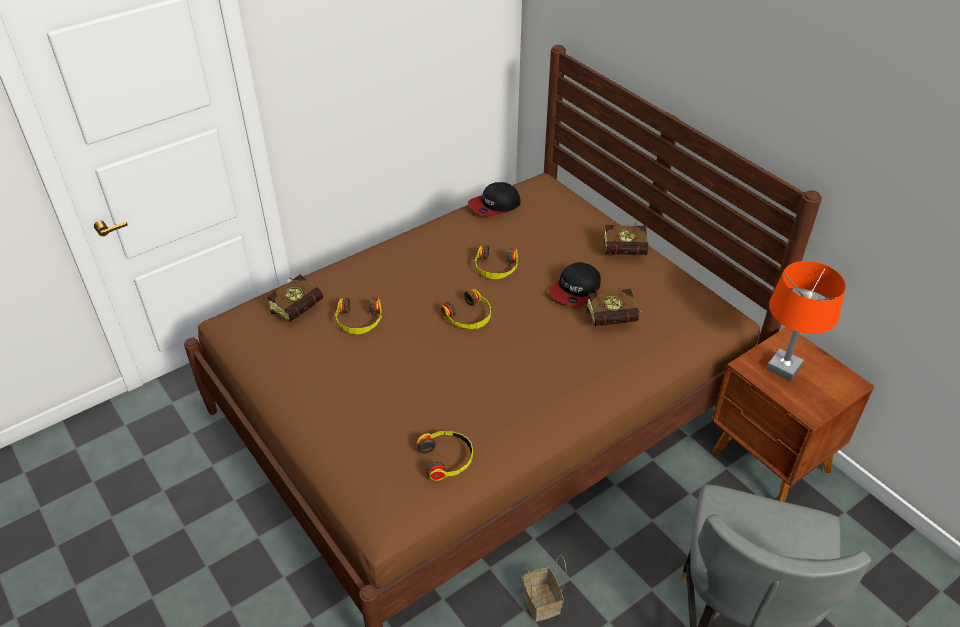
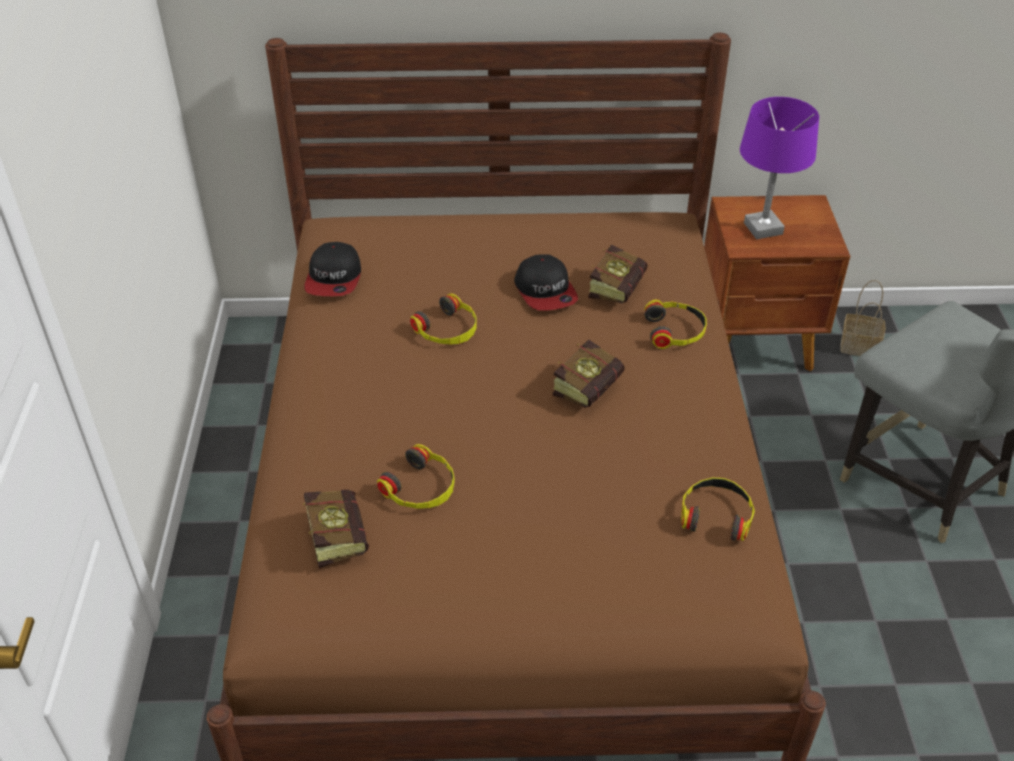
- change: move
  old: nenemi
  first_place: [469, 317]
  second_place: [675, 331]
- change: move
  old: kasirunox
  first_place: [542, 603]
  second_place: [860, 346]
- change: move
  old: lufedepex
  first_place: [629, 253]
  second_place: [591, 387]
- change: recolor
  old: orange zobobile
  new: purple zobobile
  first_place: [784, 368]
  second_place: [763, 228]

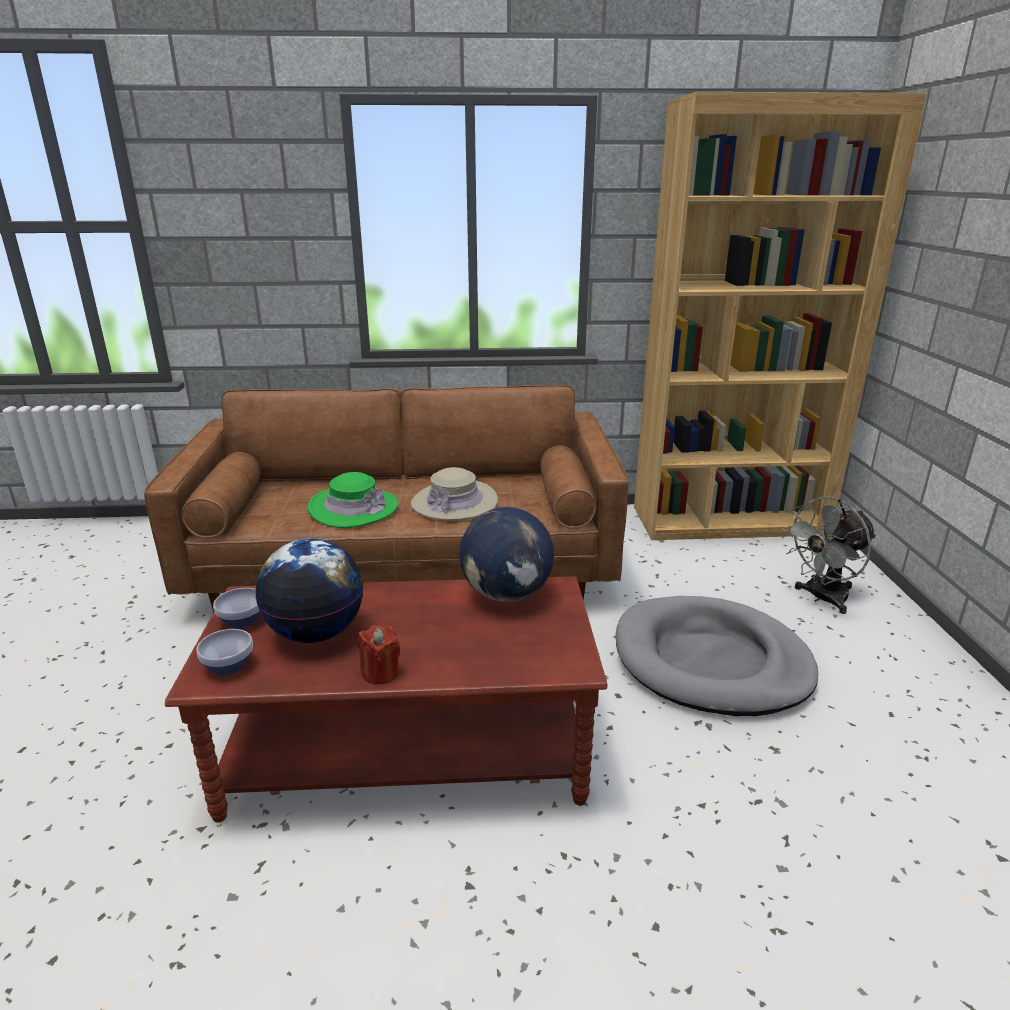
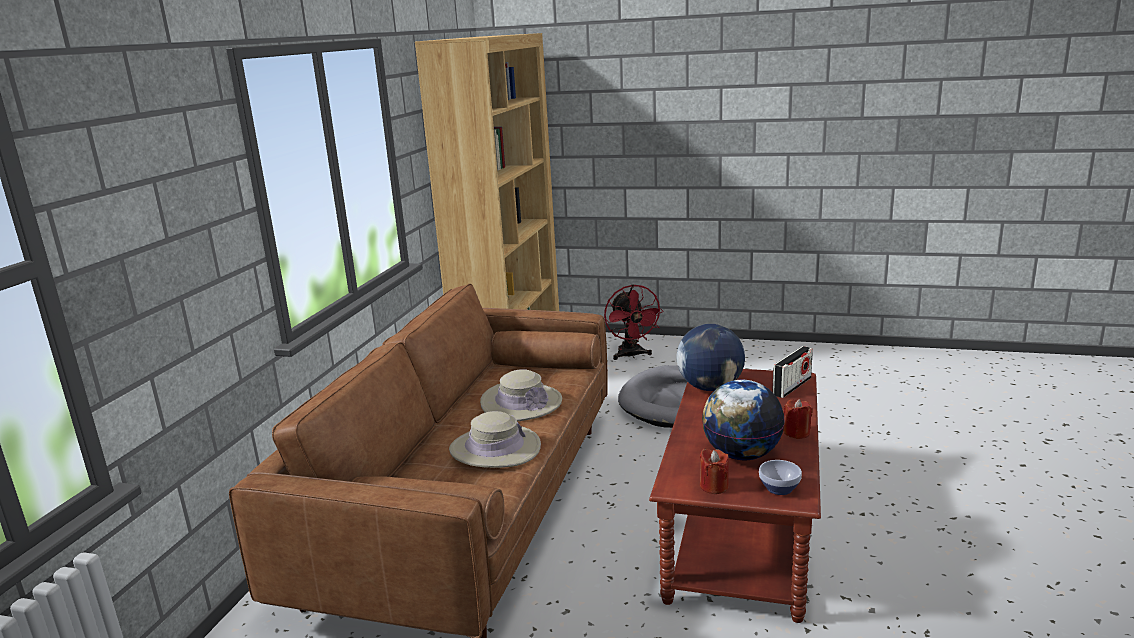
- change: replace
  old: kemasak
  new: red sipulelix
  first_place: [241, 620]
  second_place: [714, 486]
- change: recolor
  old: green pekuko
  new: beige pekuko
  first_place: [353, 508]
  second_place: [495, 449]
- change: recolor
  old: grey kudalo
  new: red kudalo
  first_place: [822, 598]
  second_place: [631, 355]
- change: insert
  new: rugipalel
  second_place: [792, 386]

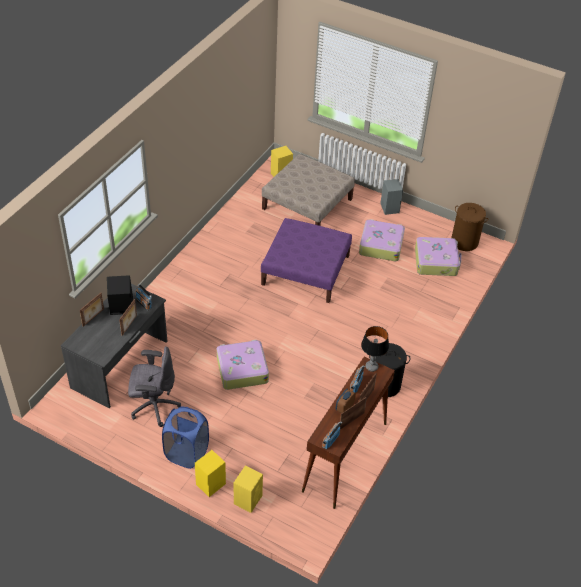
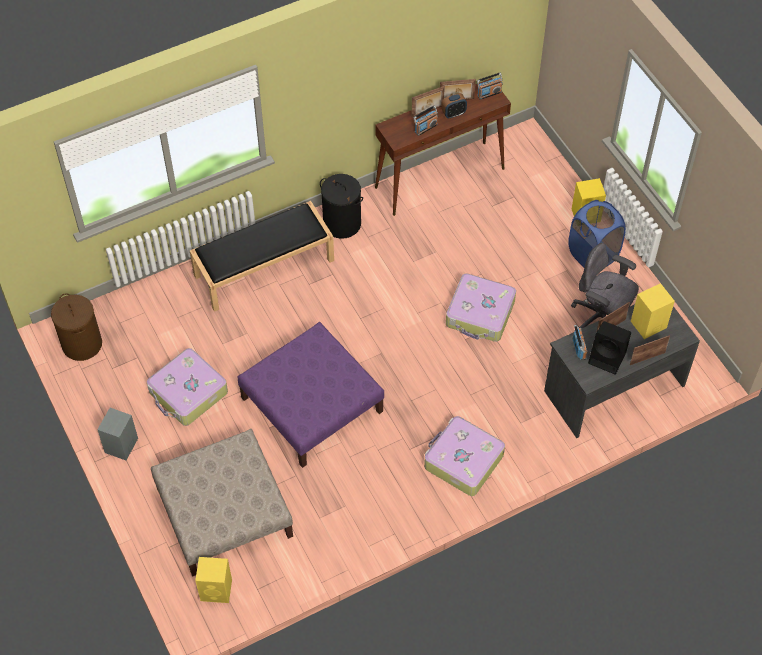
- change: move
  old: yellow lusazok
  first_place: [248, 499]
  second_place: [647, 325]
- change: delete
  old: zobobile
  first_place: [371, 367]
- change: move
  old: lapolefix
  first_place: [436, 261]
  second_place: [462, 461]
- change: insert
  new: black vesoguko
  second_place: [264, 267]

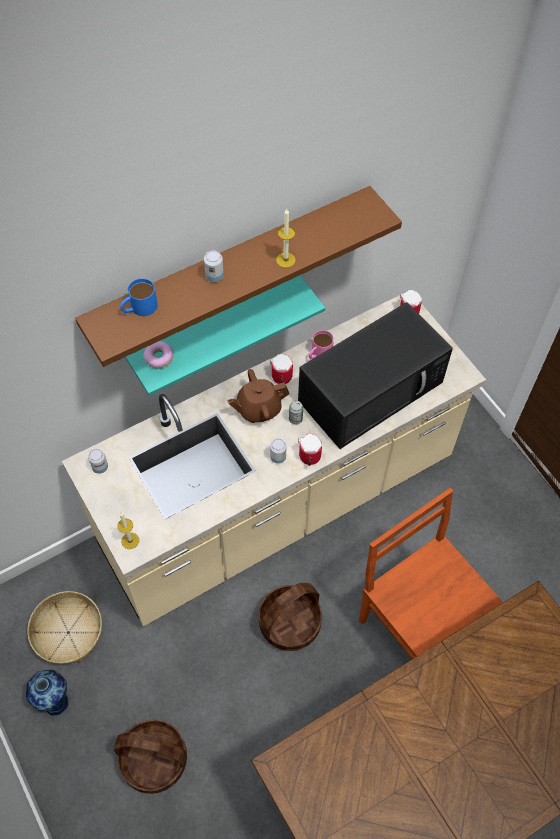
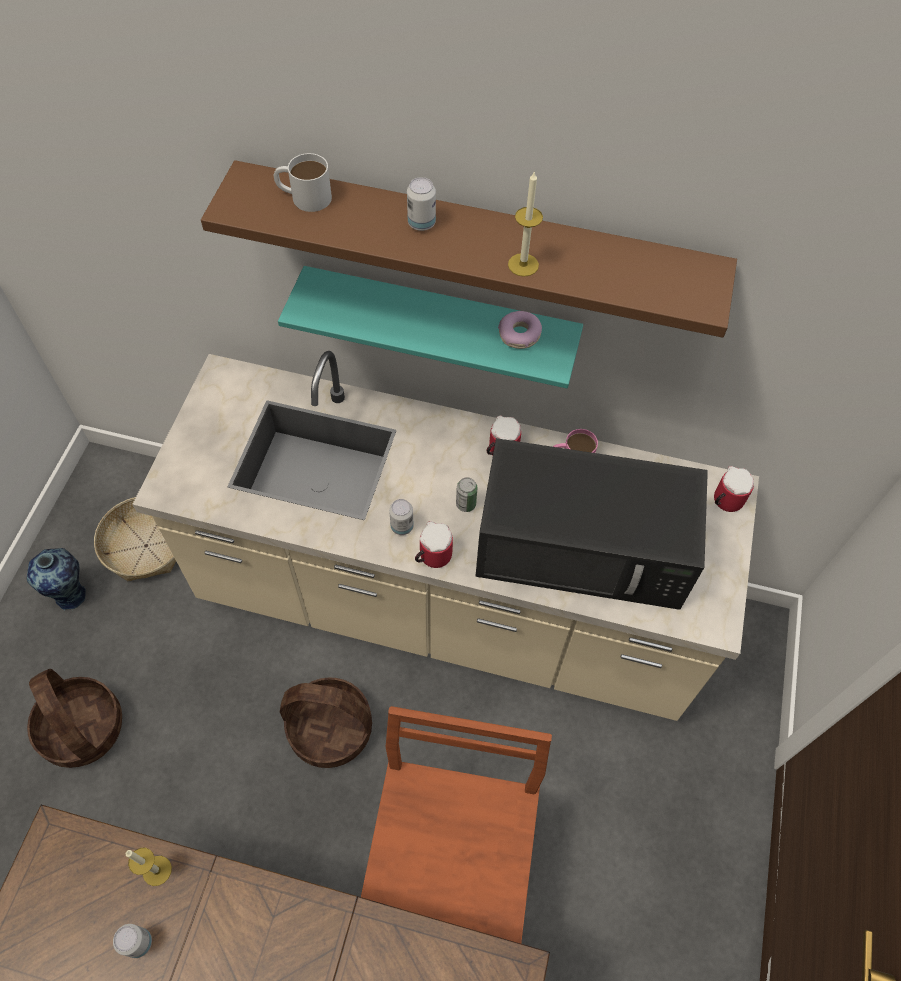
- change: move
  old: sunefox
  first_place: [100, 467]
  second_place: [139, 943]
- change: move
  old: sipulelix
  first_place: [130, 540]
  second_place: [157, 870]
- change: recolor
  old: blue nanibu
  new: white nanibu
  first_place: [139, 308]
  second_place: [304, 196]
- change: move
  old: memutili
  first_place: [159, 358]
  second_place: [519, 335]
- change: delete
  old: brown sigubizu
  first_place: [258, 409]

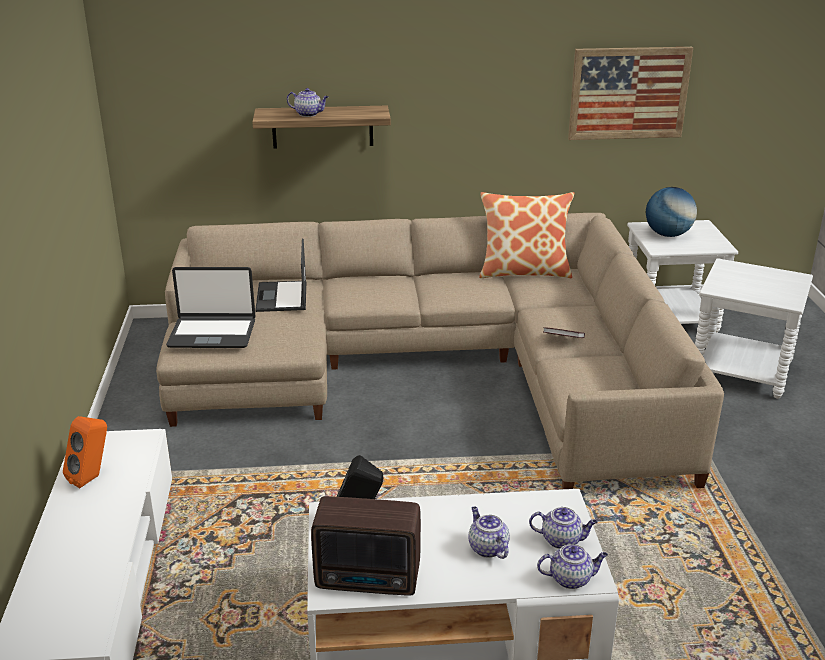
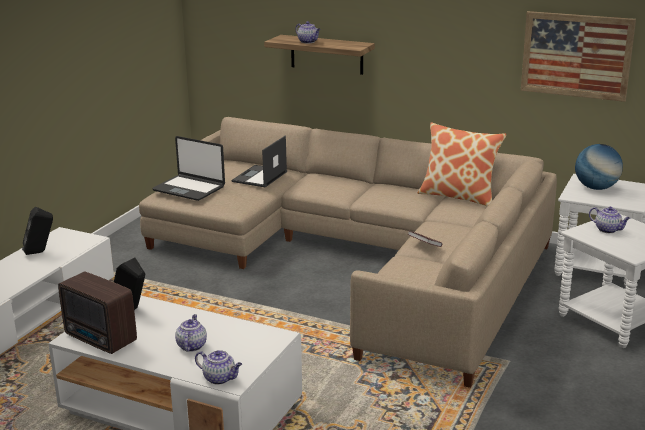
- change: recolor
  old: orange lusazok
  new: black lusazok
  first_place: [92, 478]
  second_place: [40, 252]
- change: move
  old: sigubizu
  first_place: [562, 540]
  second_place: [608, 230]

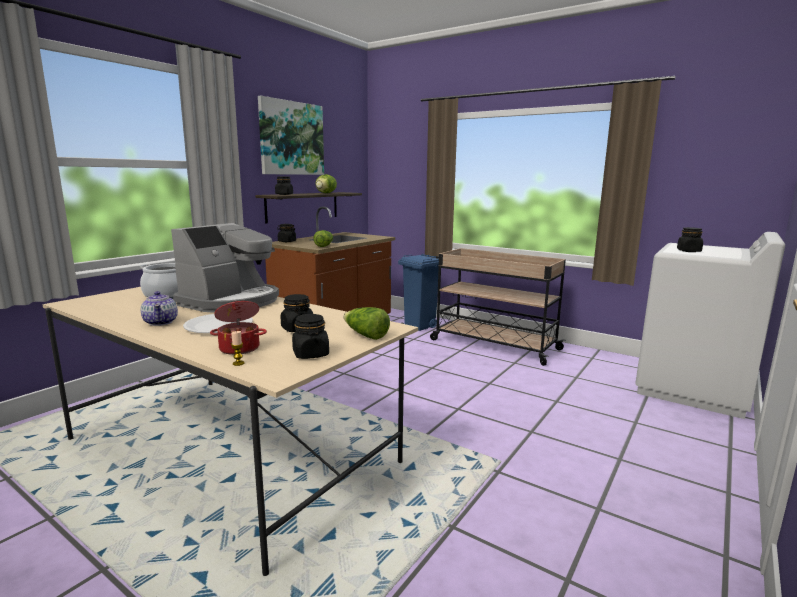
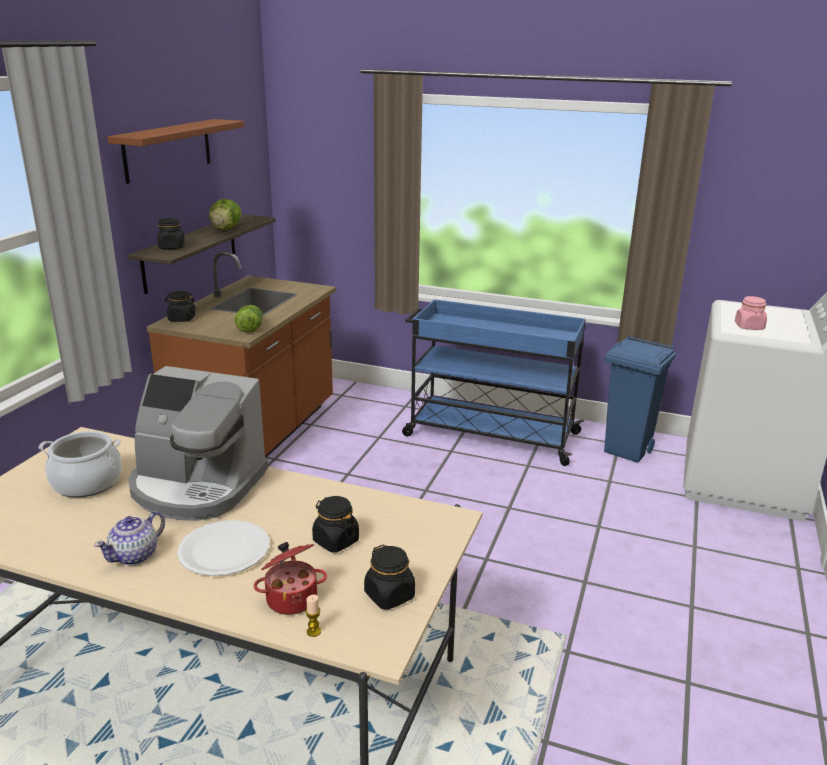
- change: rotate
  old: sigubizu
  first_place: [161, 322]
  second_place: [135, 555]
  degrees: 75
- change: rotate
  old: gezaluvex
  first_place: [231, 301]
  second_place: [197, 486]
  degrees: 90
- change: replace
  old: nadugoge
  new: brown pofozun
  first_place: [291, 138]
  second_place: [168, 149]
- change: delete
  old: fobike
  first_place: [365, 335]
- change: move
  old: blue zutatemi
  first_place: [419, 326]
  second_place: [627, 451]
- change: recolor
  old: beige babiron
  new: blue babiron
  first_place: [493, 344]
  second_place: [489, 434]
- change: recolor
  old: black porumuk
  new: pink porumuk
  first_place: [688, 251]
  second_place: [749, 327]

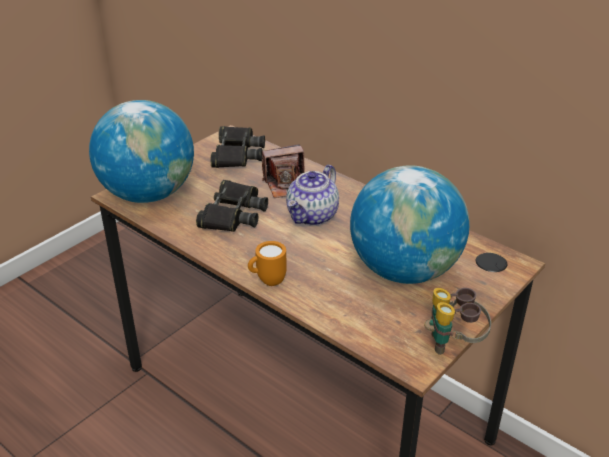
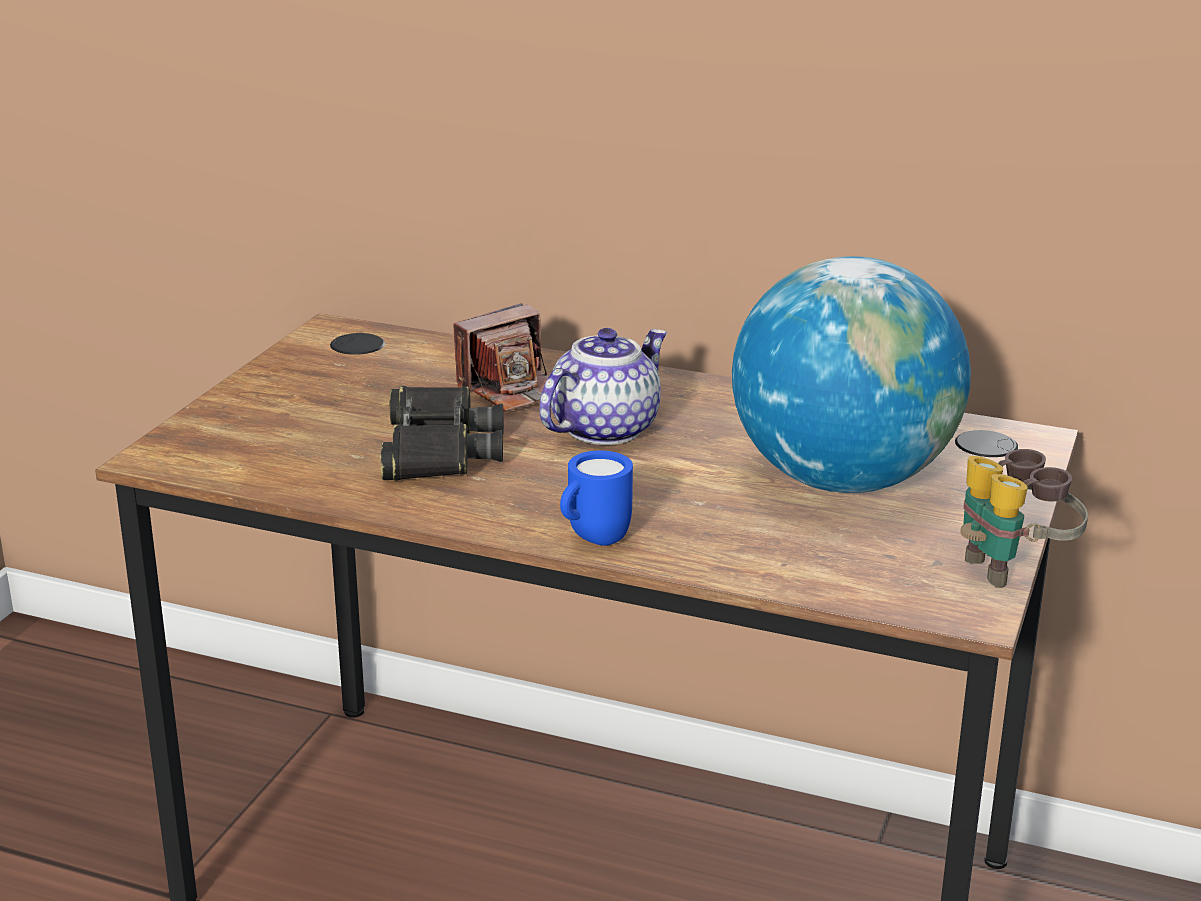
- change: delete
  old: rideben
  first_place: [148, 194]
- change: delete
  old: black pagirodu
  first_place: [236, 153]
- change: recolor
  old: orange nanibu
  new: blue nanibu
  first_place: [267, 281]
  second_place: [592, 540]
- change: rotate
  old: sigubizu
  first_place: [313, 216]
  second_place: [604, 428]
  degrees: -150

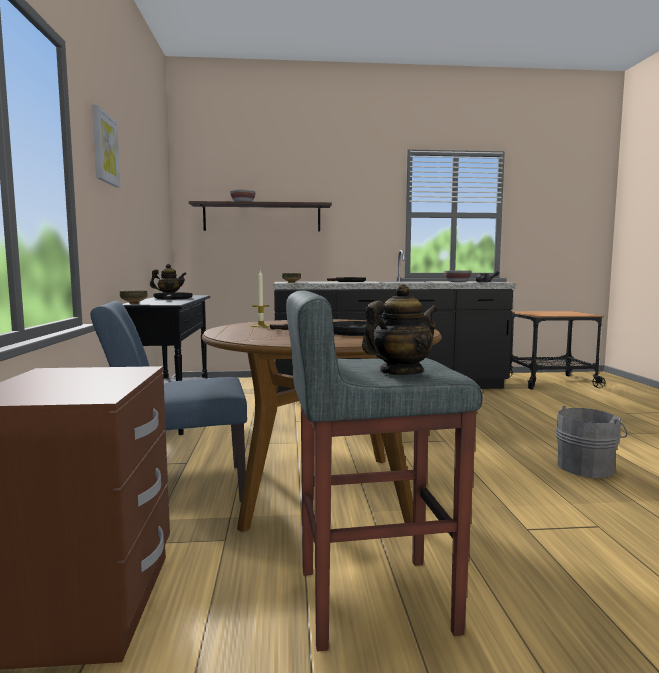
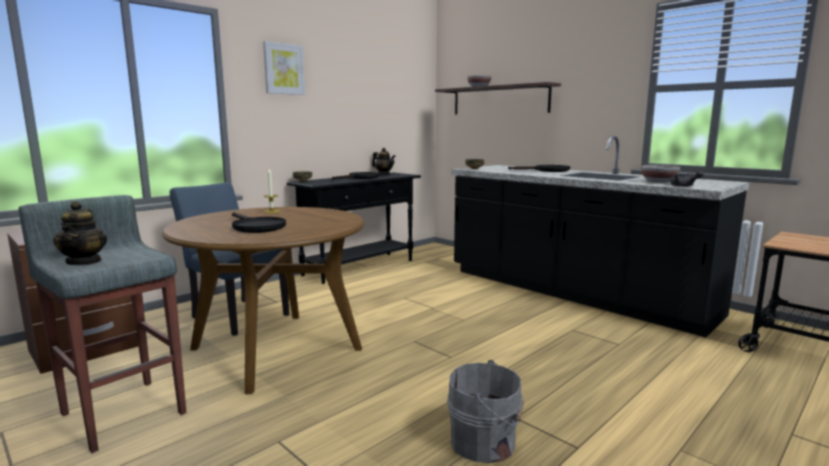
- change: rotate
  old: sigubizu
  first_place: [400, 373]
  second_place: [84, 262]
  degrees: 60

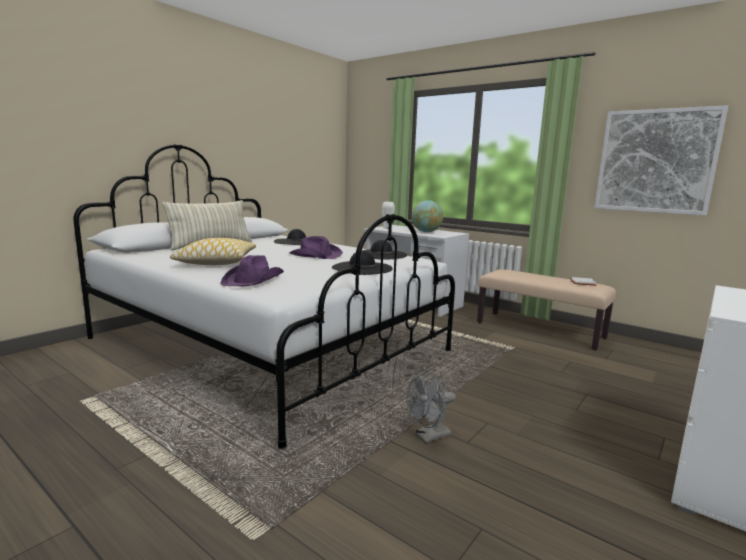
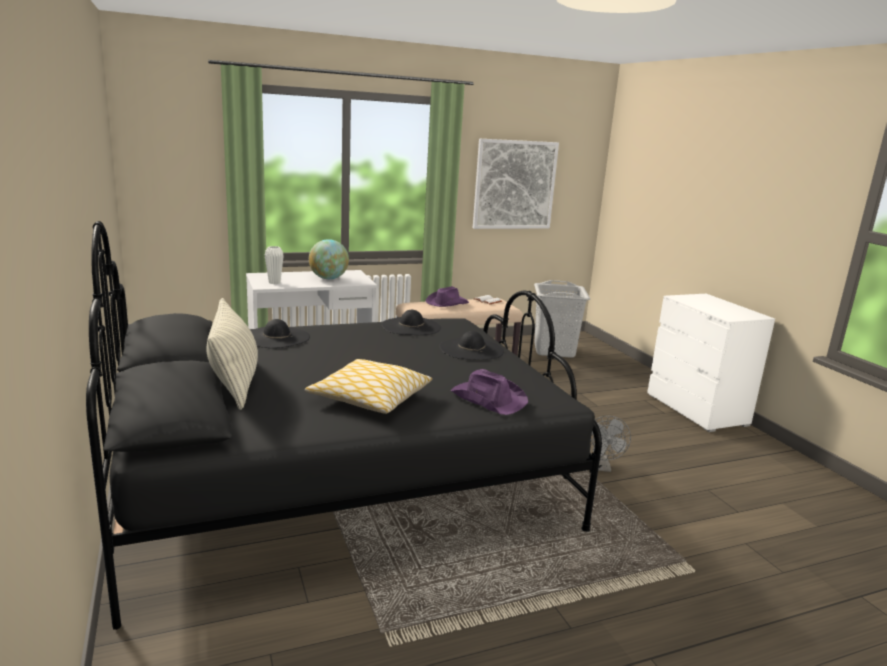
- change: recolor
  old: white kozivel
  new: black kozivel
  first_place: [268, 345]
  second_place: [341, 482]
- change: move
  old: purple pekuko
  first_place: [315, 255]
  second_place: [446, 303]
- change: insert
  new: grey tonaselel
  second_place: [554, 350]

